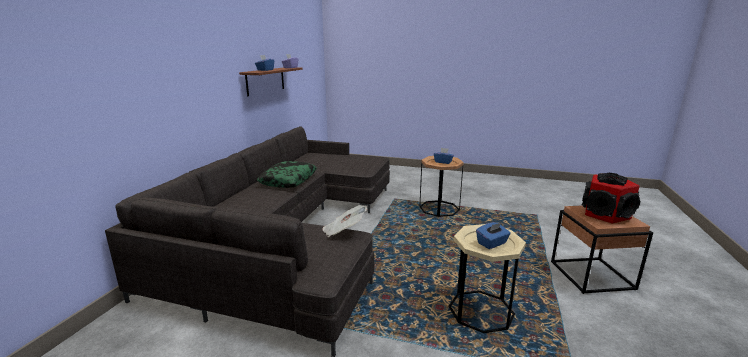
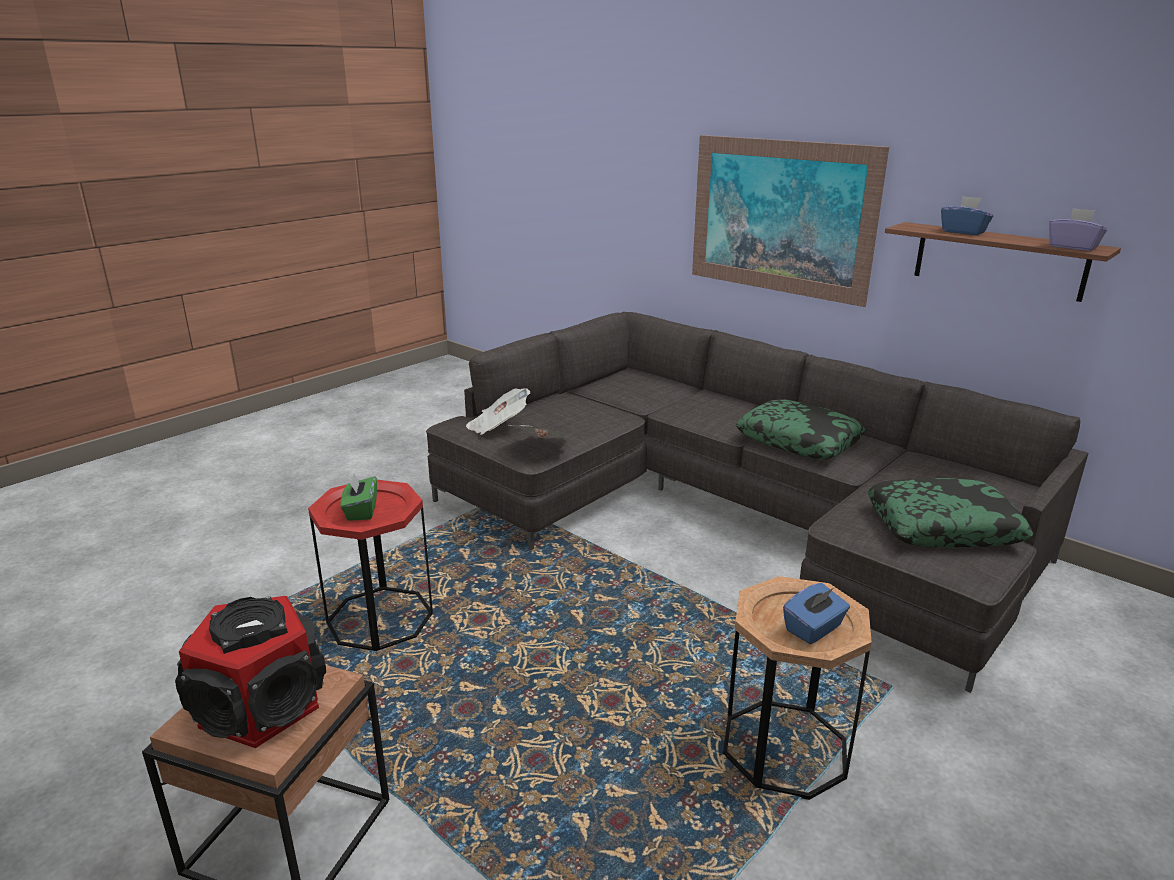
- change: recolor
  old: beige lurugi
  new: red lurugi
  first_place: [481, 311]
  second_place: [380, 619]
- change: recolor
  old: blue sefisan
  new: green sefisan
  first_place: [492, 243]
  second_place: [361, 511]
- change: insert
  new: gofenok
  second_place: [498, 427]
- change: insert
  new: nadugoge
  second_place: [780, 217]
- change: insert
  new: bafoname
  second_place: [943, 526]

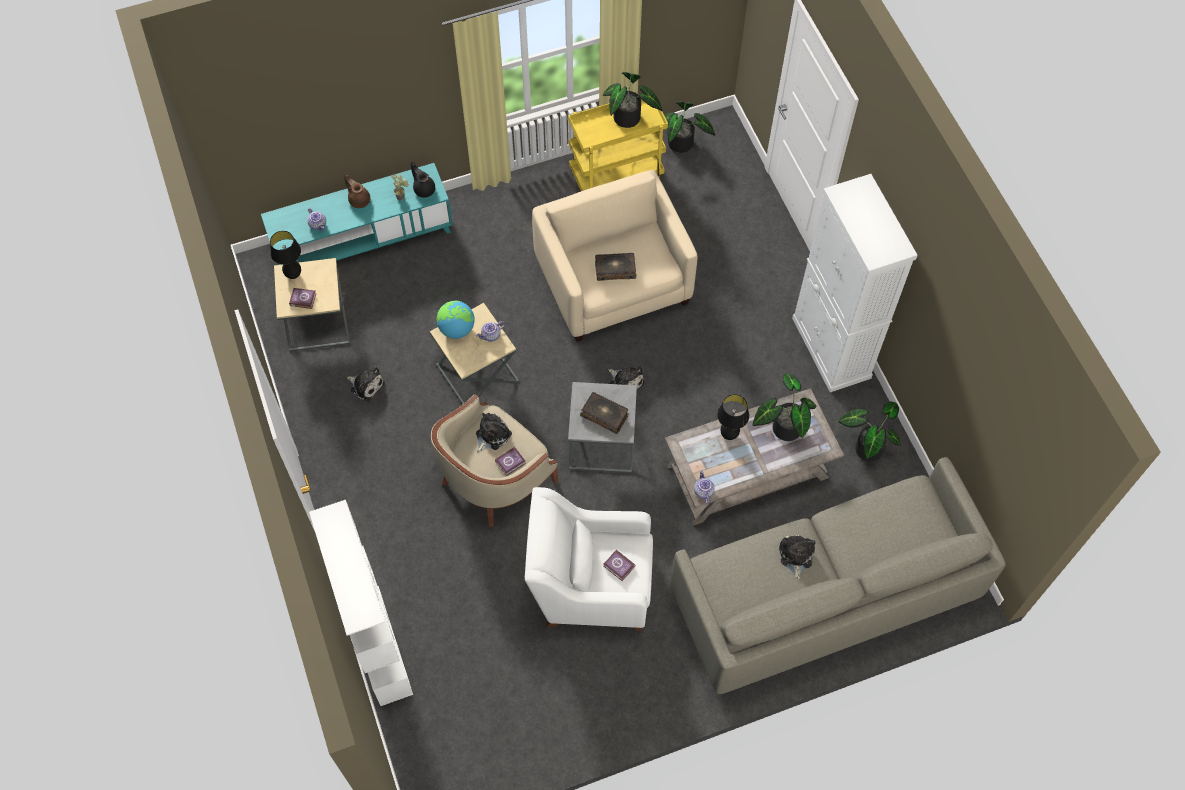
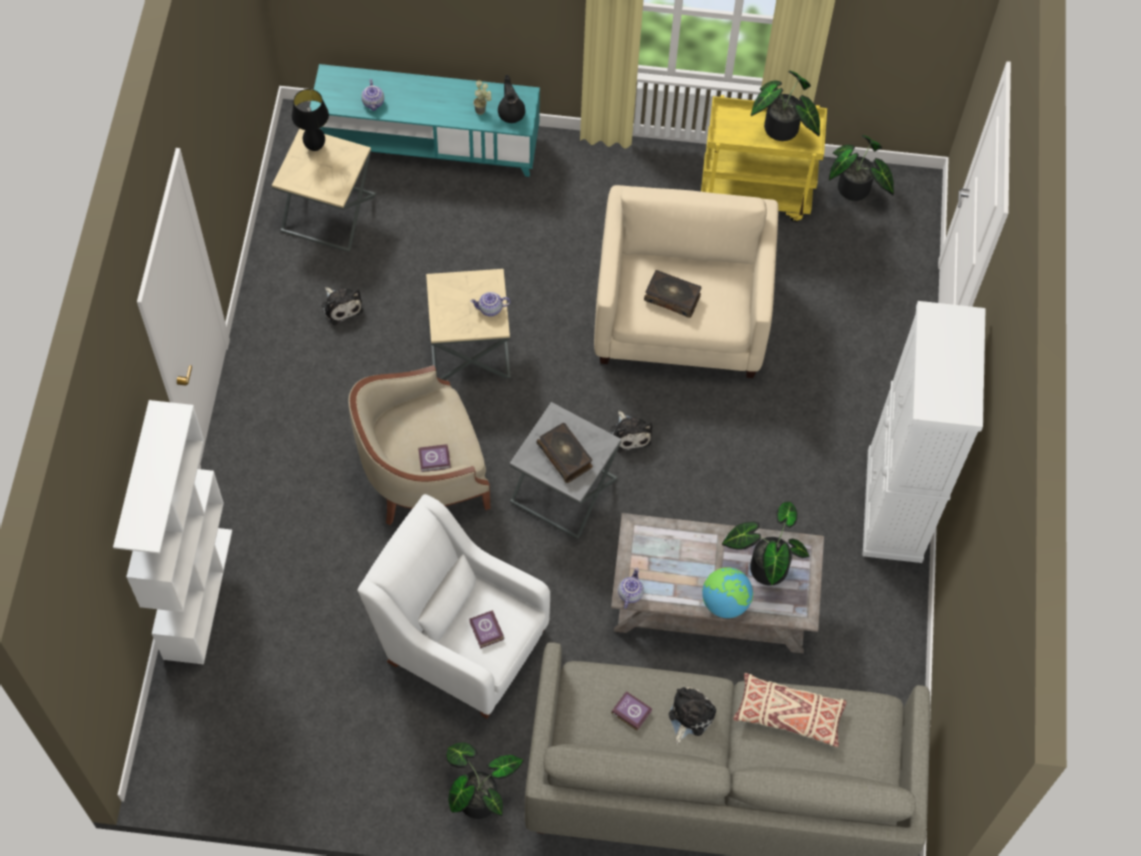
- change: move
  old: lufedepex
  first_place: [302, 299]
  second_place: [631, 711]
- change: delete
  old: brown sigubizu
  first_place: [359, 199]
- change: move
  old: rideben
  first_place: [456, 329]
  second_place: [725, 602]
- change: delete
  old: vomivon
  first_place: [491, 435]
- change: delete
  old: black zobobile
  first_place: [729, 435]
- change: move
  old: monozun
  first_place: [867, 446]
  second_place: [478, 795]
- change: insert
  new: beige bafoname
  second_place: [789, 714]

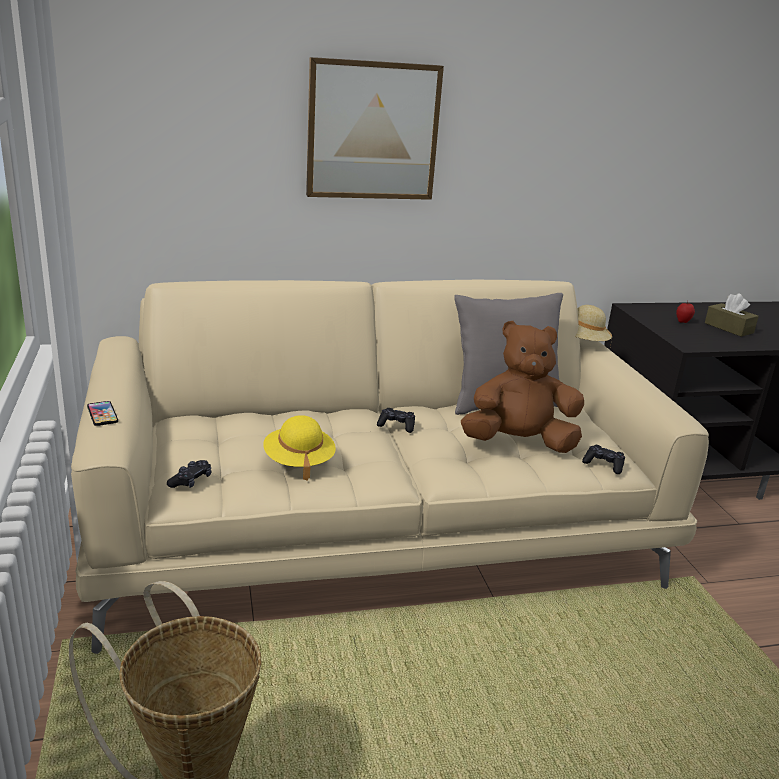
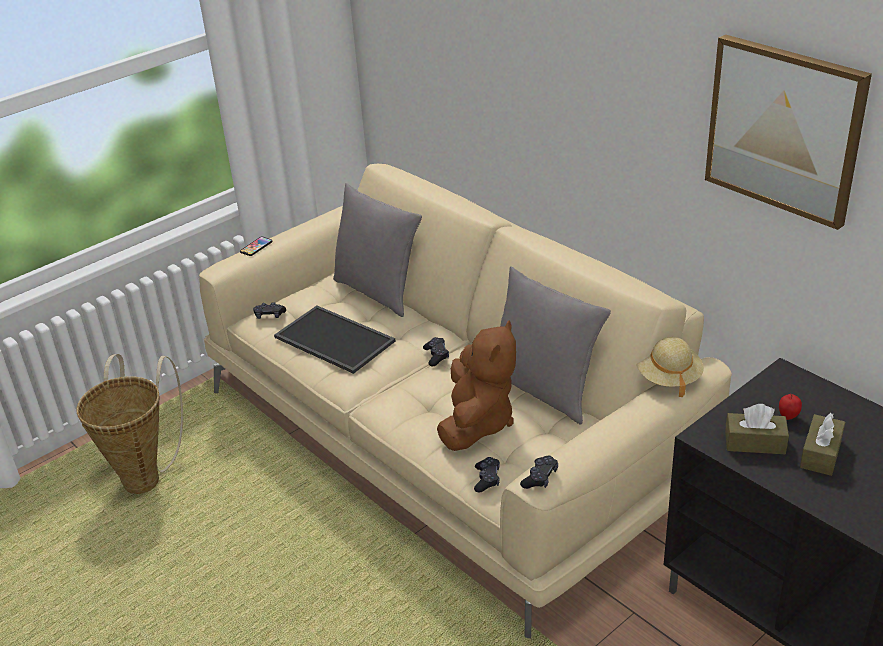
- change: replace
  old: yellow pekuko
  new: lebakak
  first_place: [298, 462]
  second_place: [332, 340]
- change: move
  old: nadugoge
  first_place: [372, 131]
  second_place: [784, 129]
- change: rotate
  old: brown vomivon
  first_place: [518, 443]
  second_place: [477, 423]
  degrees: 45
- change: insert
  new: grey bafoname
  second_place: [378, 292]
- change: insert
  new: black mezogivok
  second_place: [540, 478]
- change: insert
  new: brown sefisan
  second_place: [755, 443]

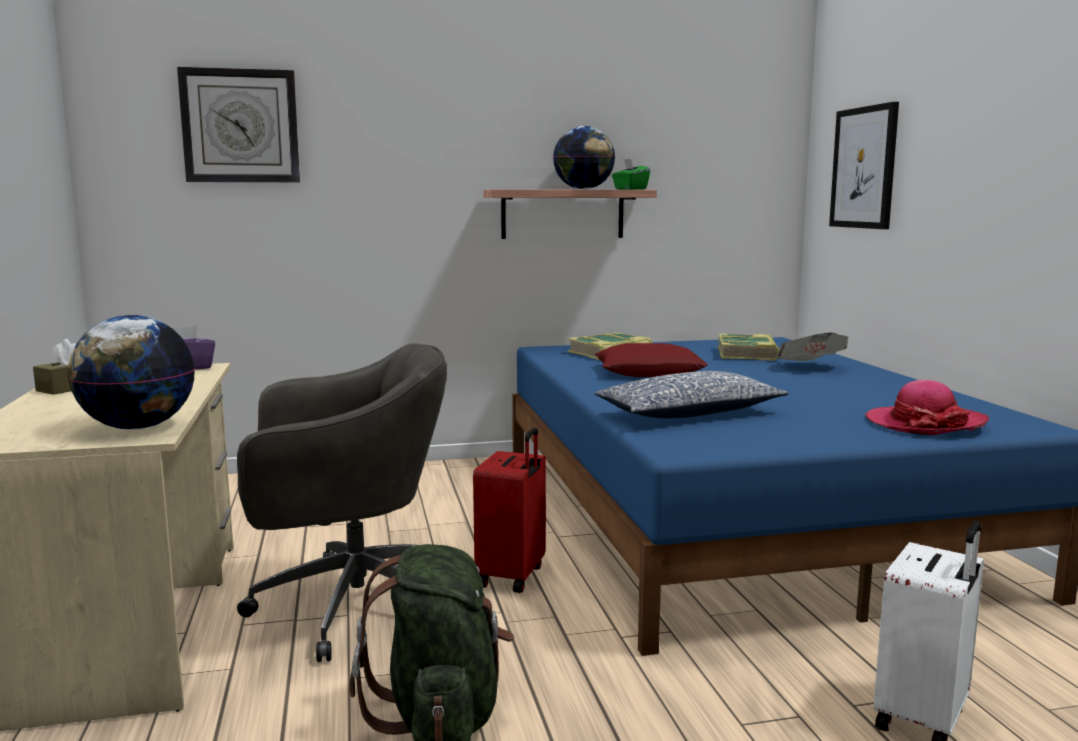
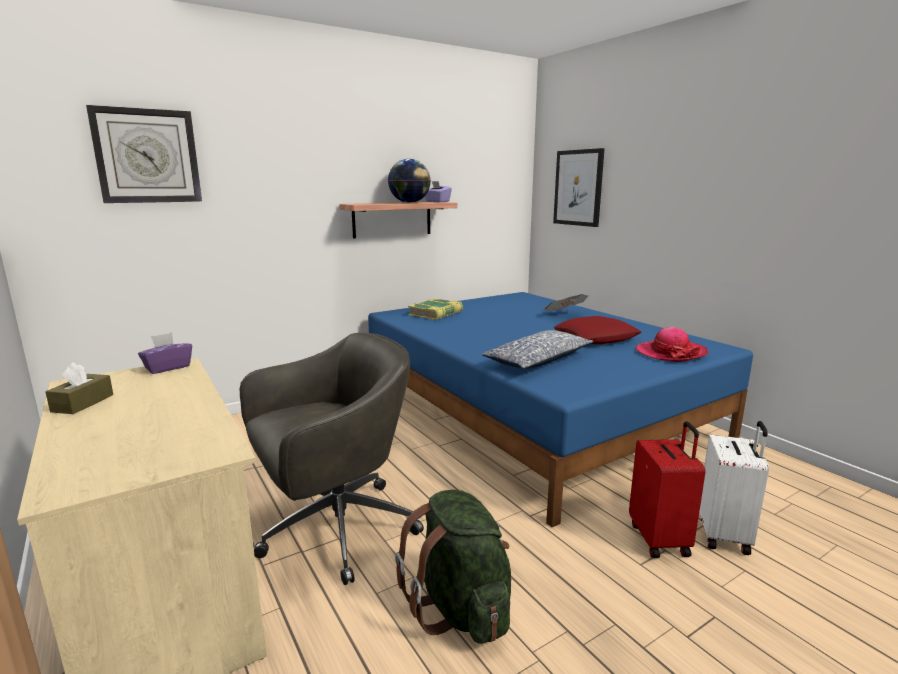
- change: delete
  old: rideben
  first_place: [137, 427]
- change: move
  old: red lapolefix
  first_place: [513, 576]
  second_place: [660, 539]
- change: move
  old: red bafoname
  first_place: [648, 371]
  second_place: [595, 338]
- change: recolor
  old: green sefisan
  new: purple sefisan
  first_place: [630, 189]
  second_place: [437, 202]
- change: delete
  old: lufedepex
  first_place: [747, 354]

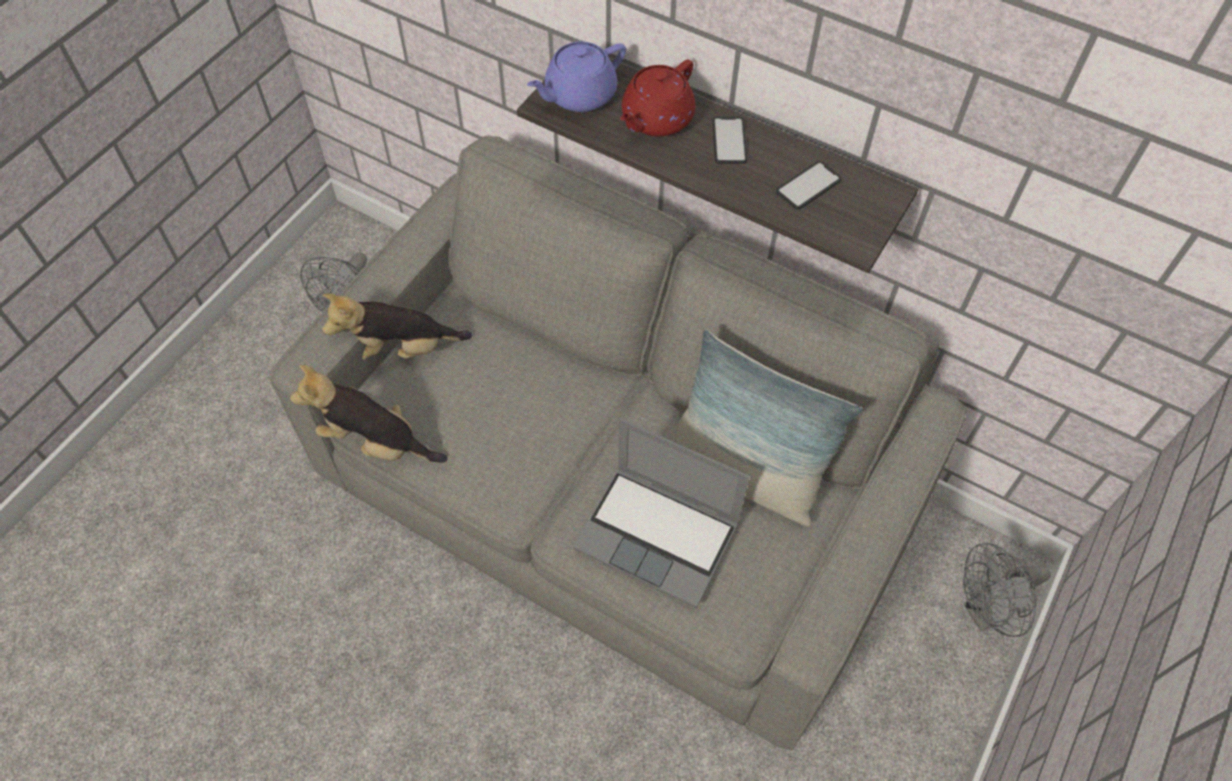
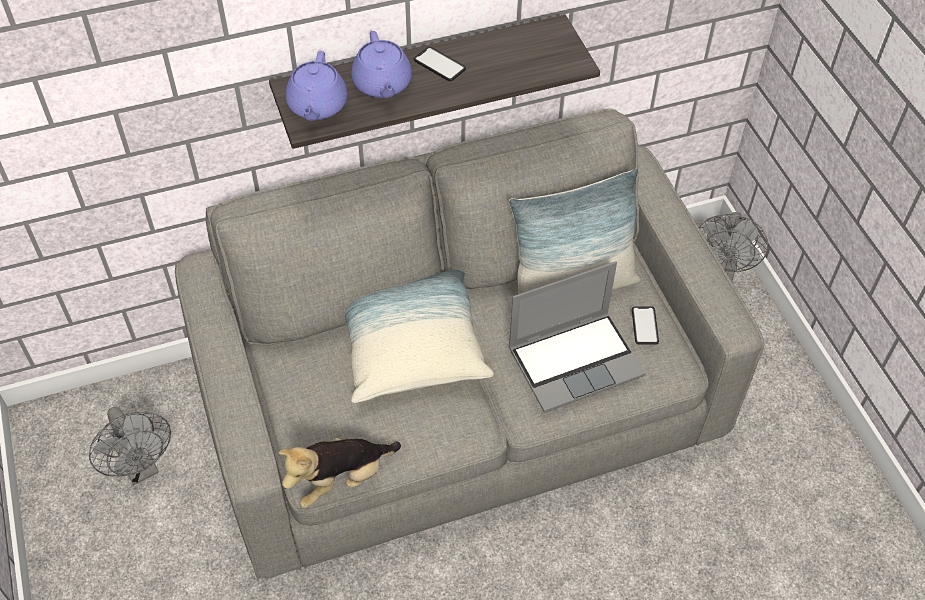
- change: delete
  old: vomivon
  first_place: [401, 350]
- change: recolor
  old: red sigubizu
  new: purple sigubizu
  first_place: [656, 119]
  second_place: [382, 85]
- change: move
  old: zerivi
  first_place: [808, 186]
  second_place: [644, 326]
- change: insert
  new: bafoname
  second_place: [411, 347]

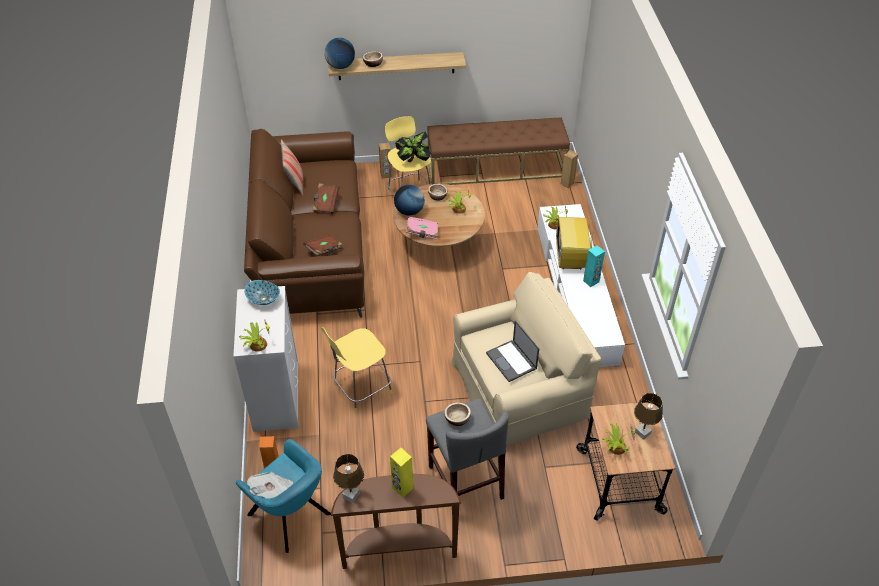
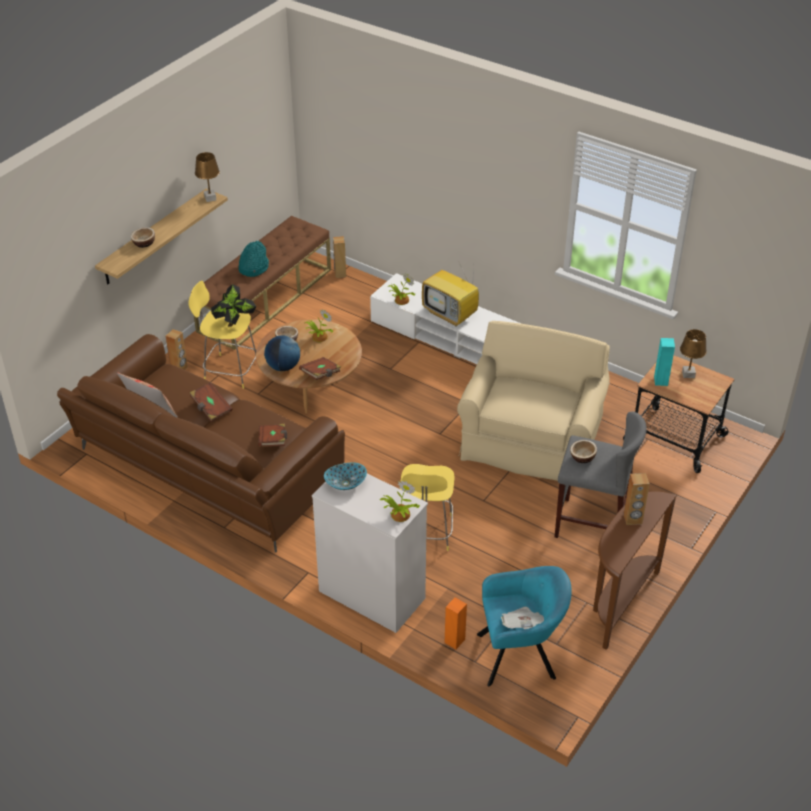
- change: delete
  old: rideben
  first_place: [340, 66]
- change: move
  old: brown zobobile
  first_place: [351, 495]
  second_place: [210, 198]
- change: recolor
  old: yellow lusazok
  new: brown lusazok
  first_place: [402, 488]
  second_place: [632, 519]
- change: recolor
  old: pink lufedepex
  new: brown lufedepex
  first_place: [422, 233]
  second_place: [321, 374]
- change: delete
  old: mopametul
  first_place: [511, 361]
- change: move
  old: turquoise lusazok
  first_place: [591, 281]
  second_place: [661, 381]
- change: delete
  old: monozun
  first_place: [615, 446]
- change: insert
  new: turquoise pekuko
  second_place: [253, 267]

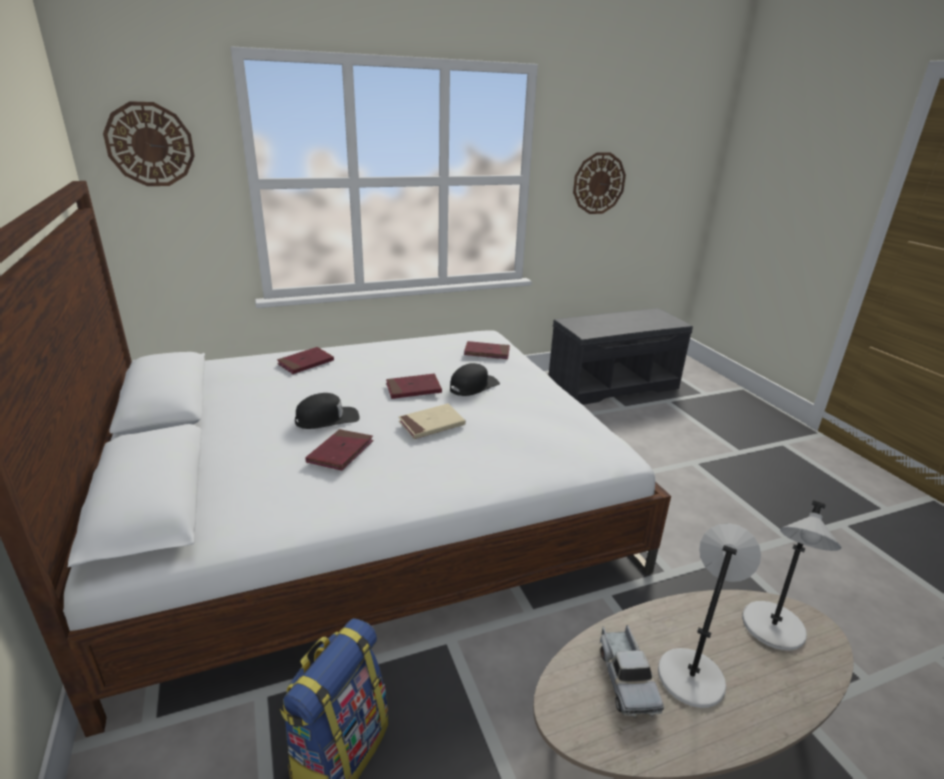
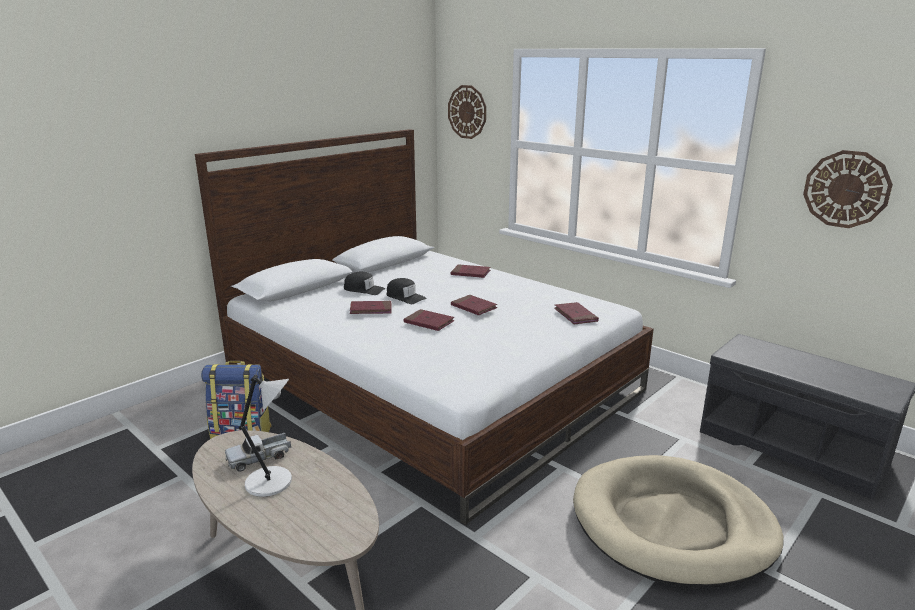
- change: recolor
  old: beige lufedepex
  new: red lufedepex
  first_place: [432, 424]
  second_place: [429, 322]
- change: move
  old: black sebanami
  first_place: [473, 386]
  second_place: [364, 289]
- change: delete
  old: grey zobobile
  first_place: [773, 629]
- change: insert
  new: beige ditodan
  second_place: [672, 525]

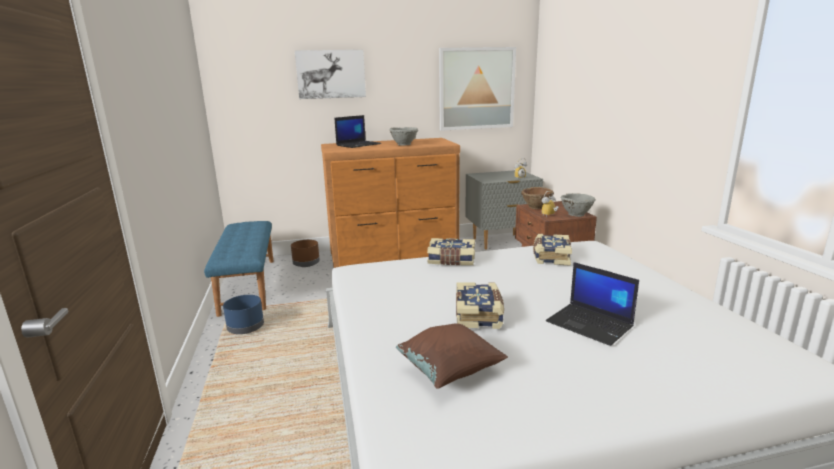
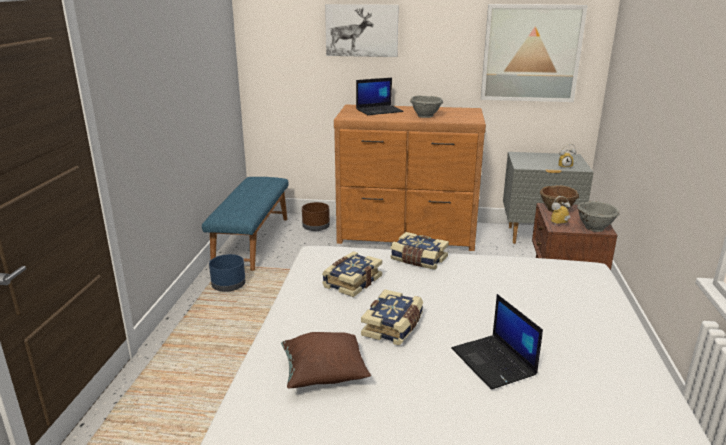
- change: move
  old: lufedepex
  first_place: [550, 257]
  second_place: [351, 282]

